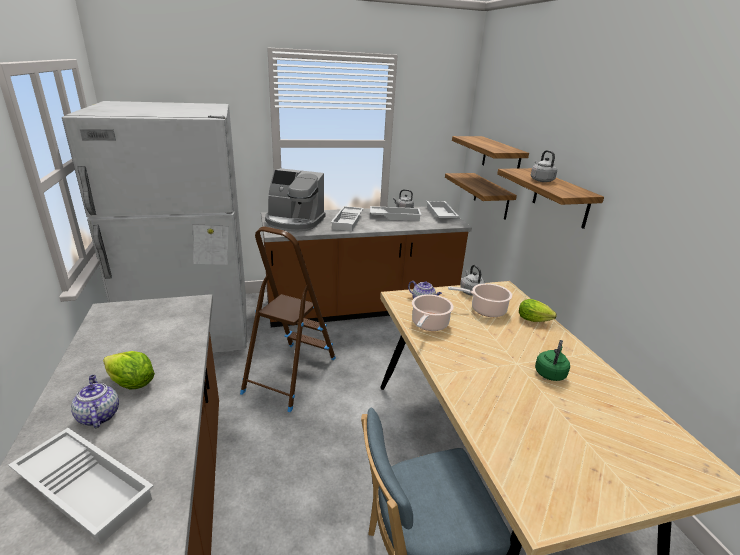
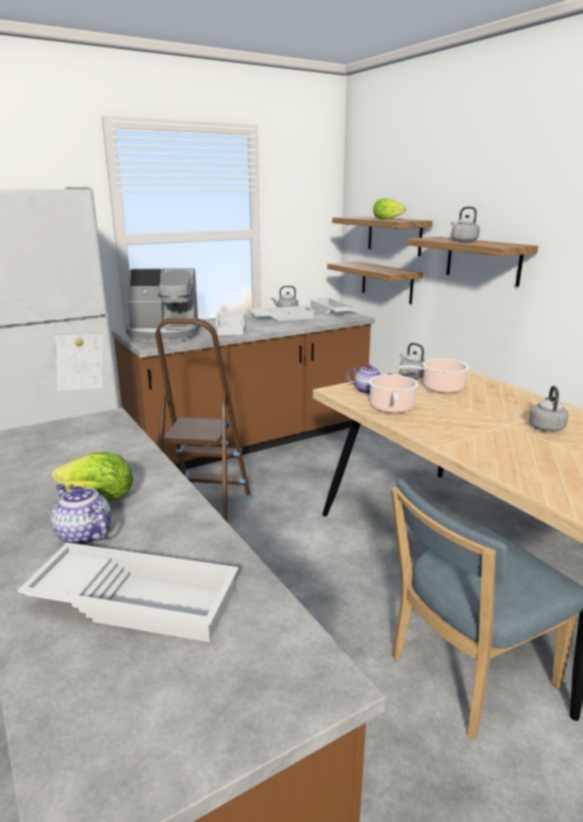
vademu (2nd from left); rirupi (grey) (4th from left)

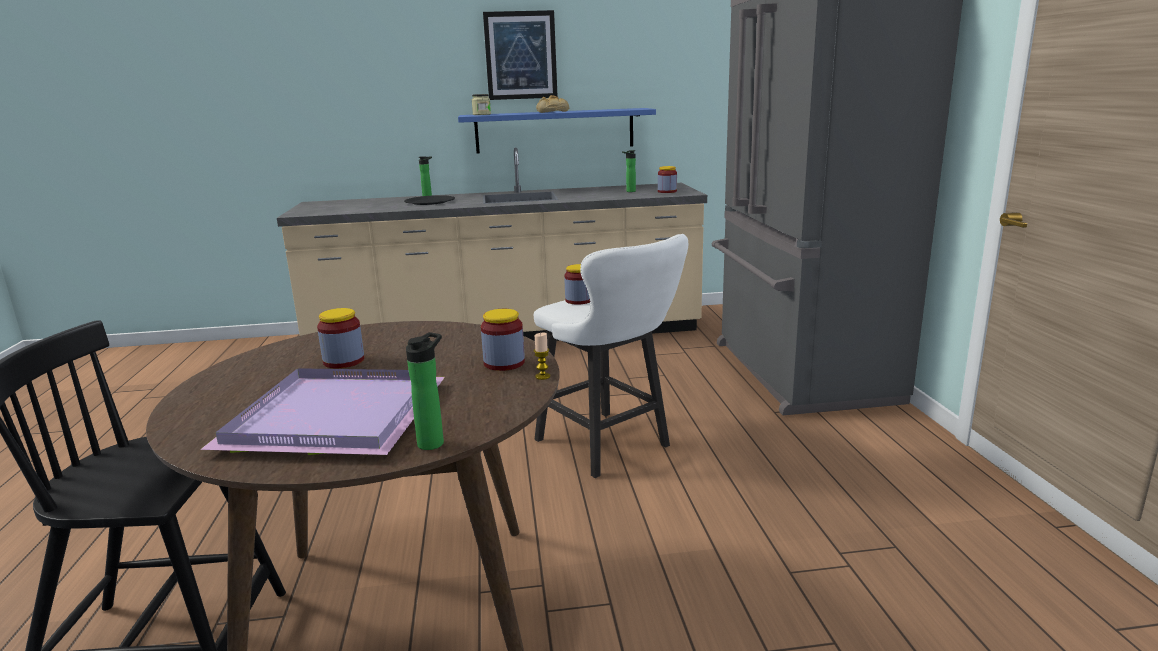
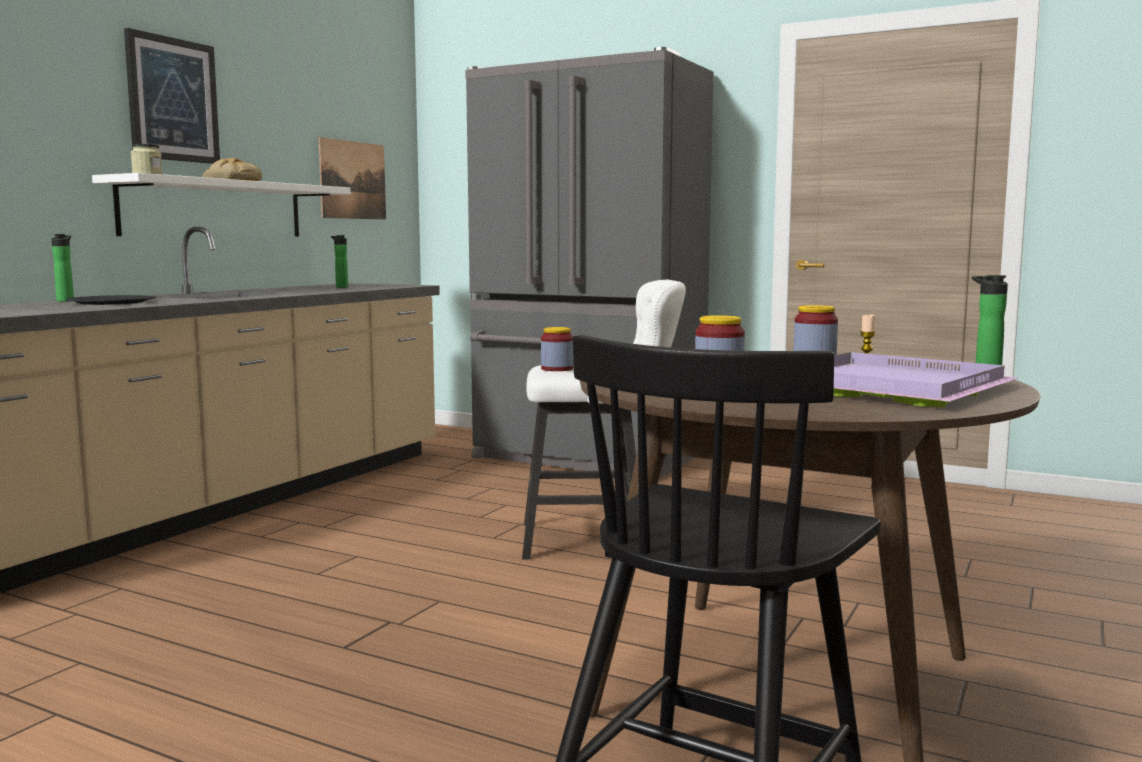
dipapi (5th from left in the first image); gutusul (2nd from left); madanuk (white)

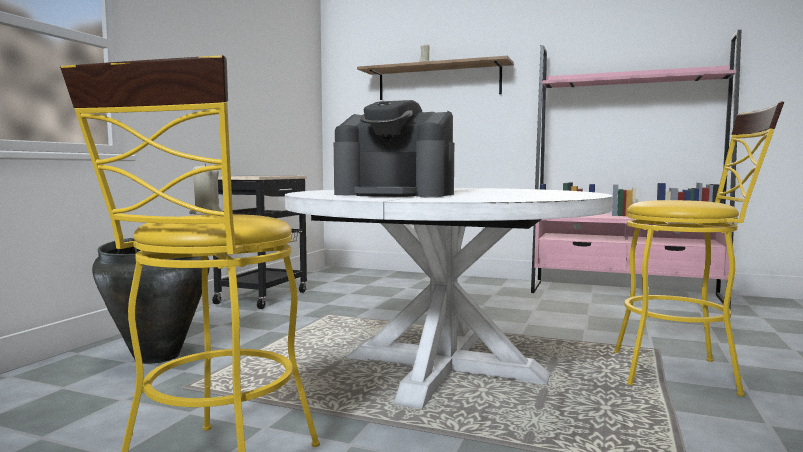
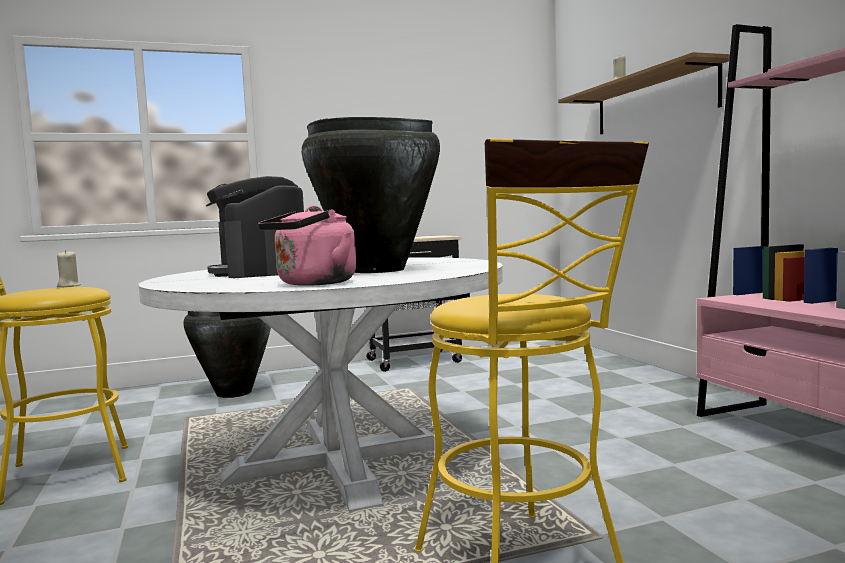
rirupi (pink); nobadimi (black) (2nd from left)

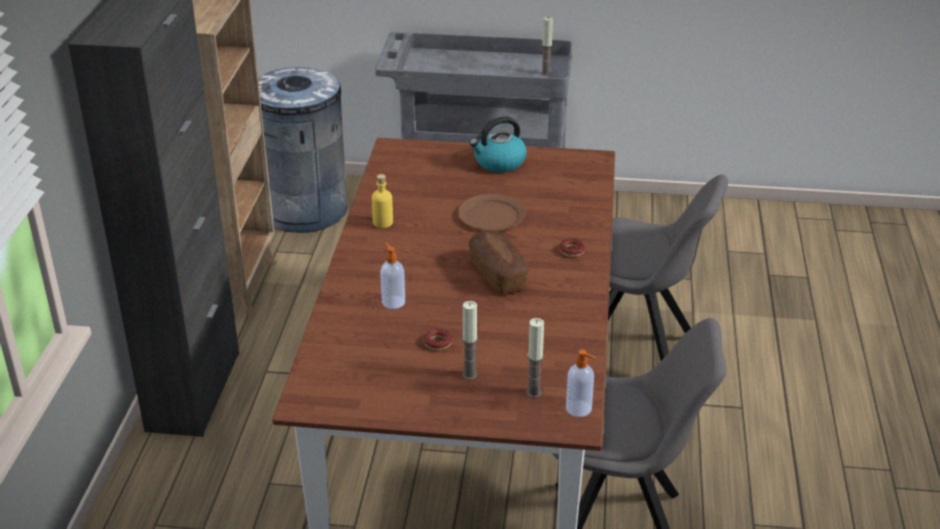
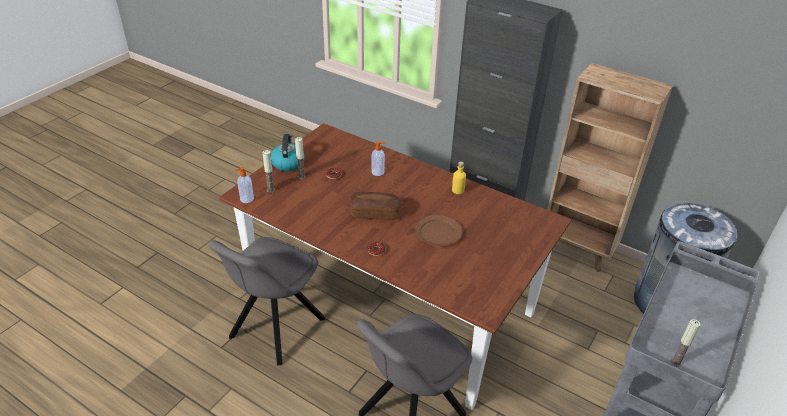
rirupi

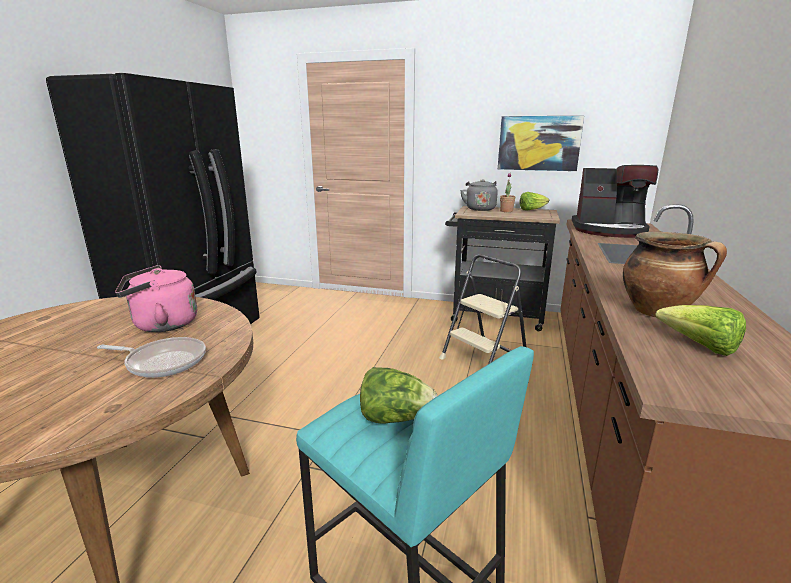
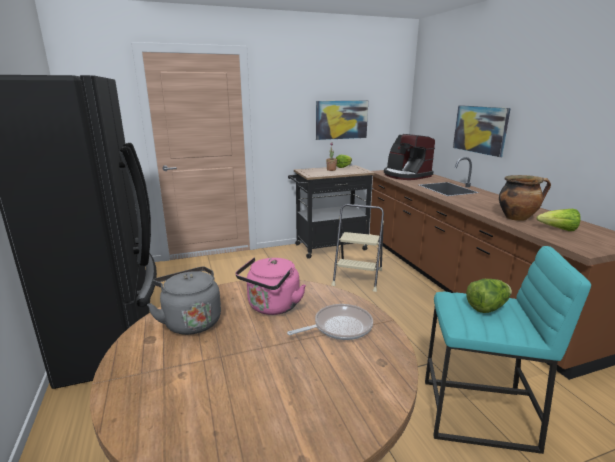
gutusul (2nd from left); rirupi (grey); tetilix

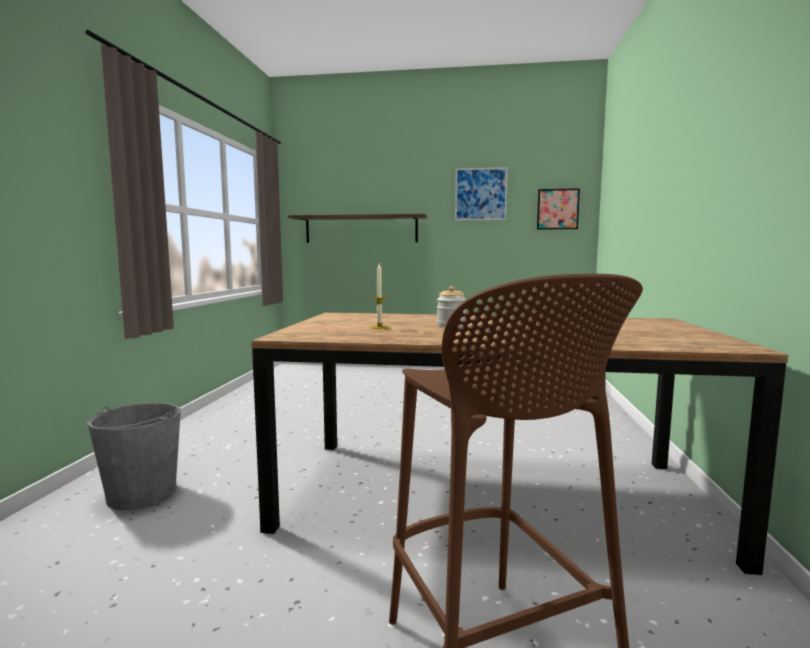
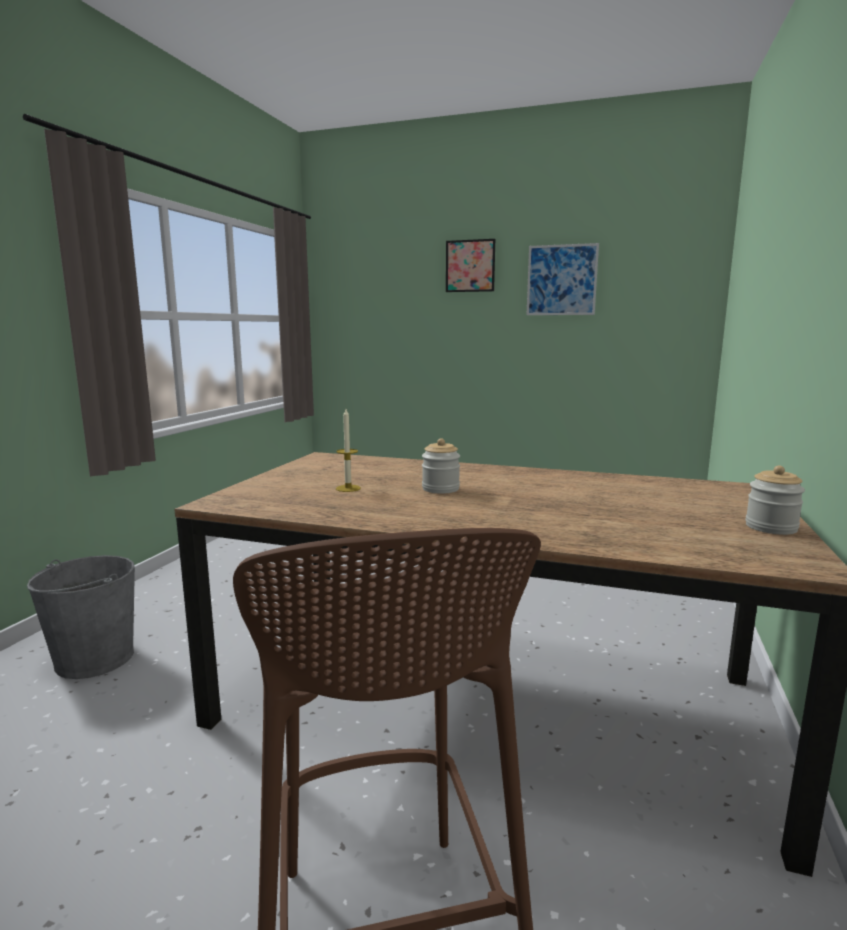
madanuk; dipapi (2nd from left); gutusul (1st from left)

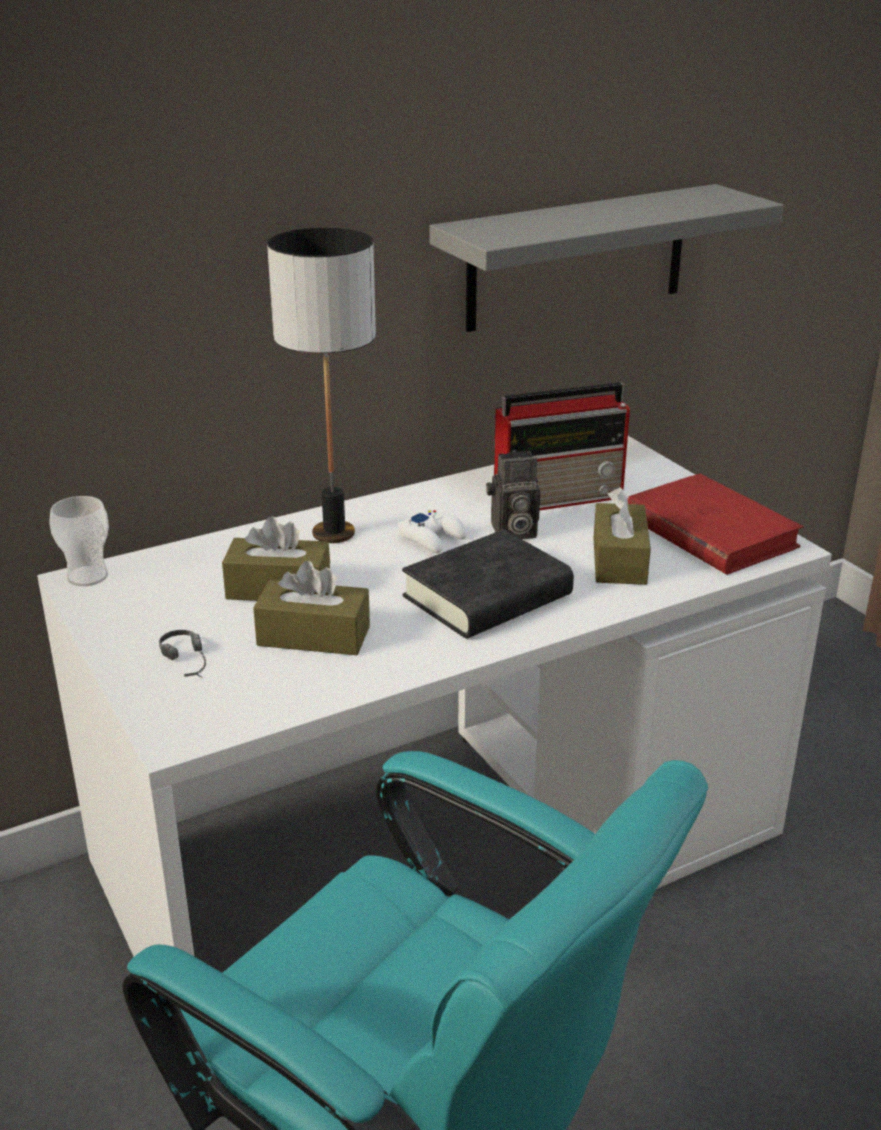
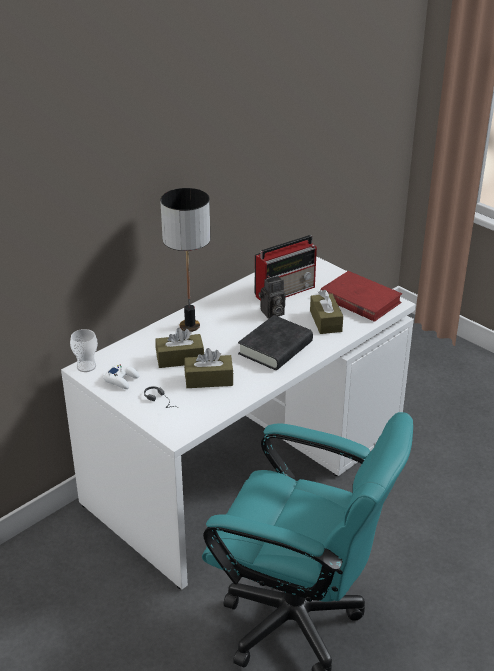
madanuk (grey); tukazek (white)

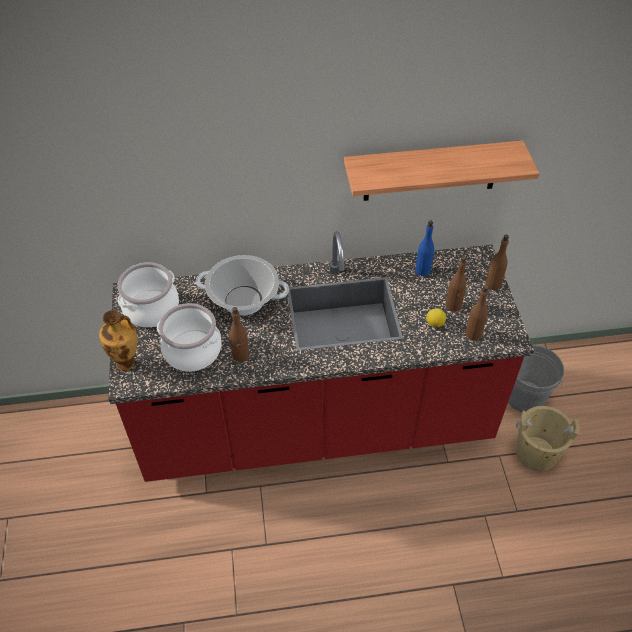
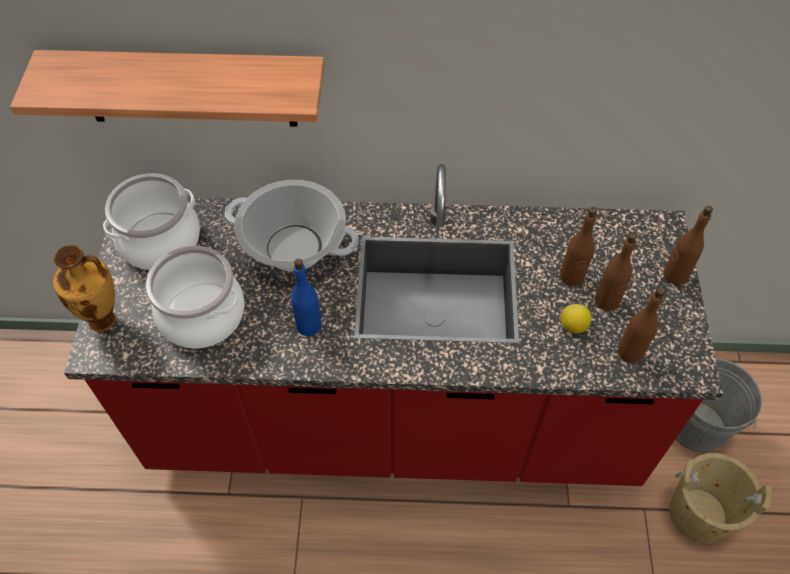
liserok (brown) (1st from left); madanuk; liserok (blue)

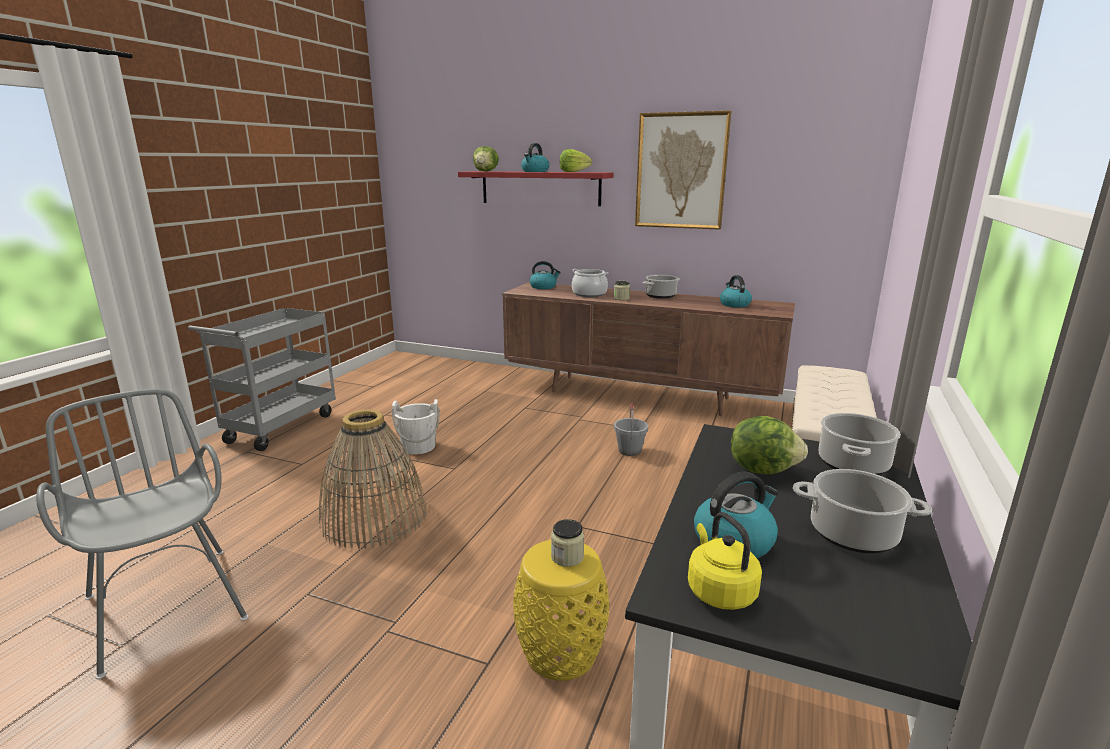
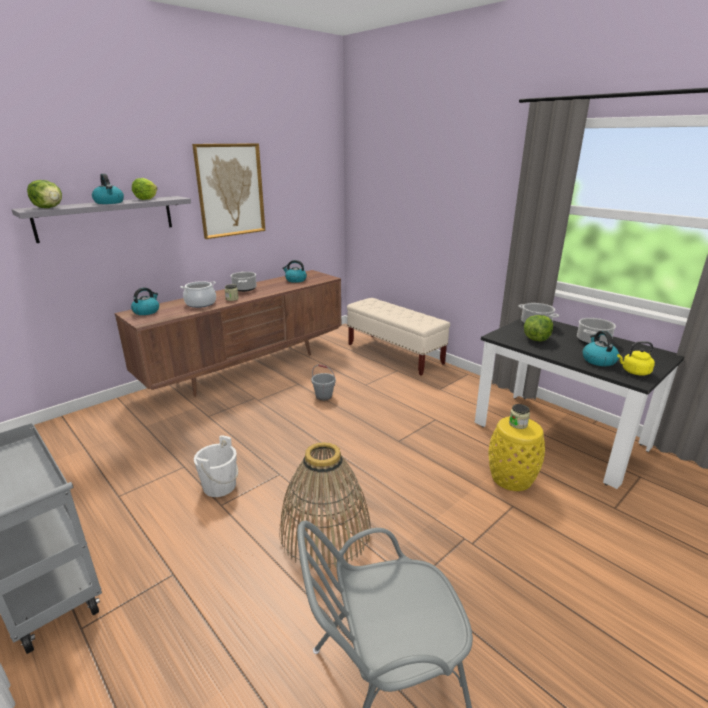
madanuk (grey)

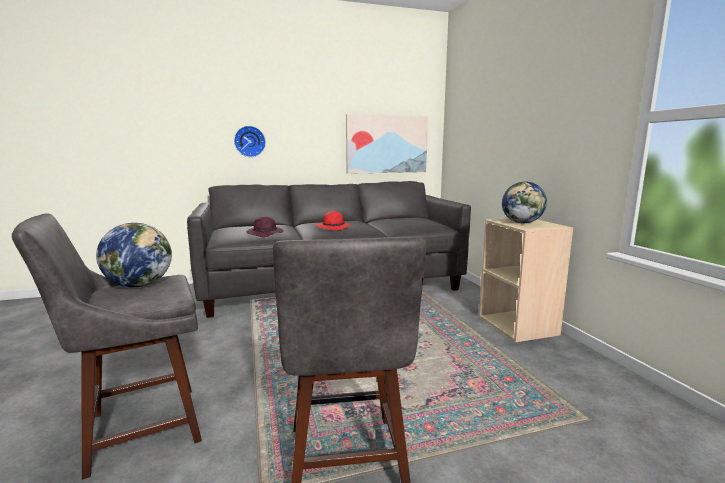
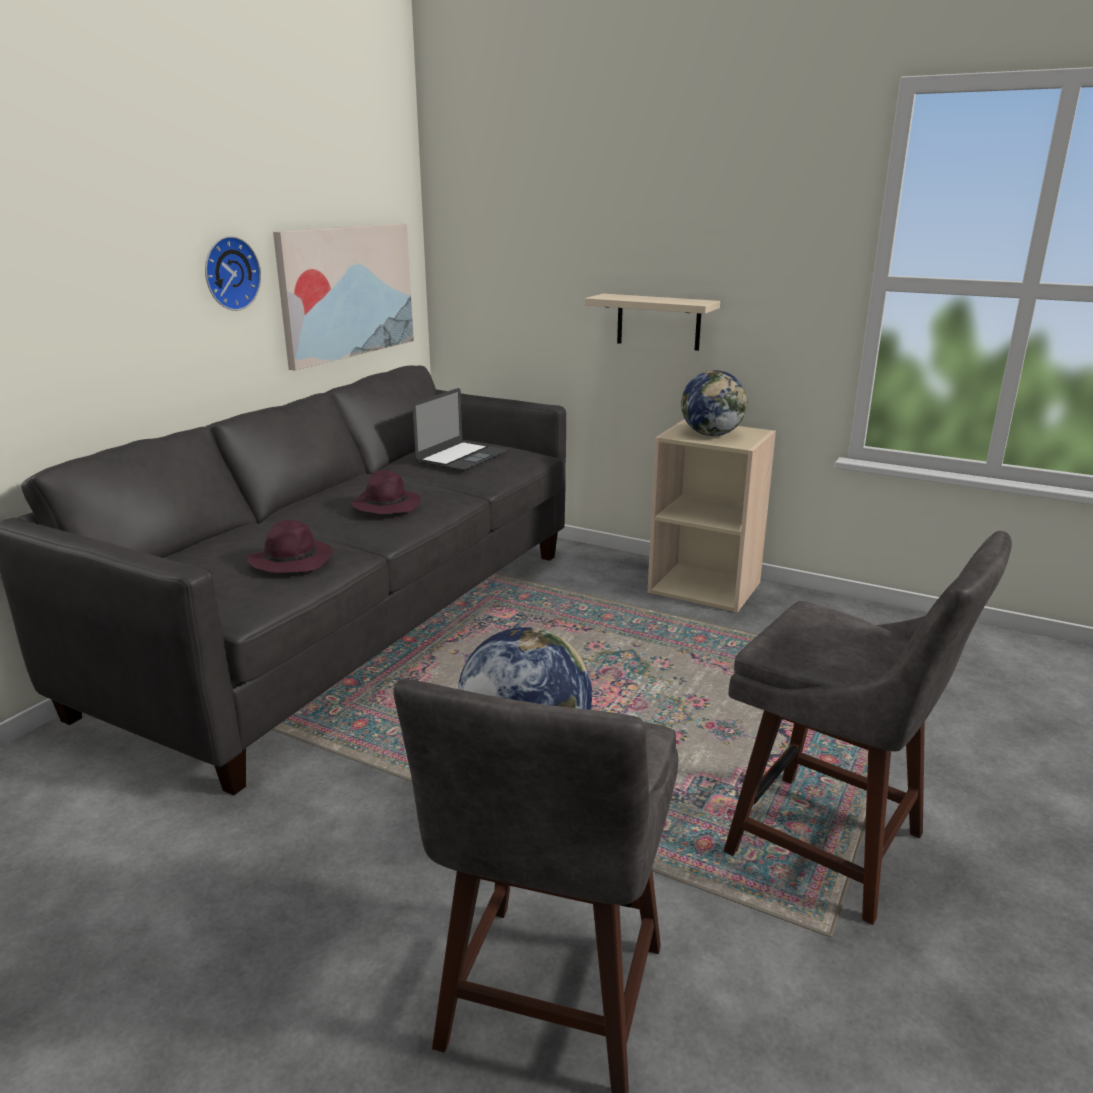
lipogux; madanuk (beige); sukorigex; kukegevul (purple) (2nd from left)

